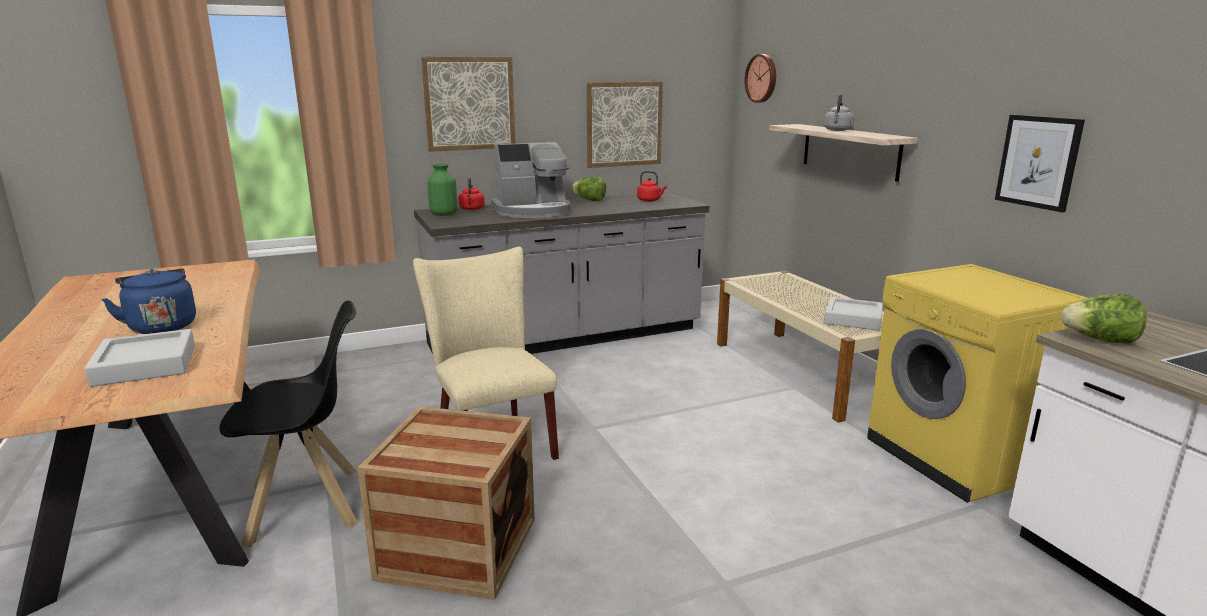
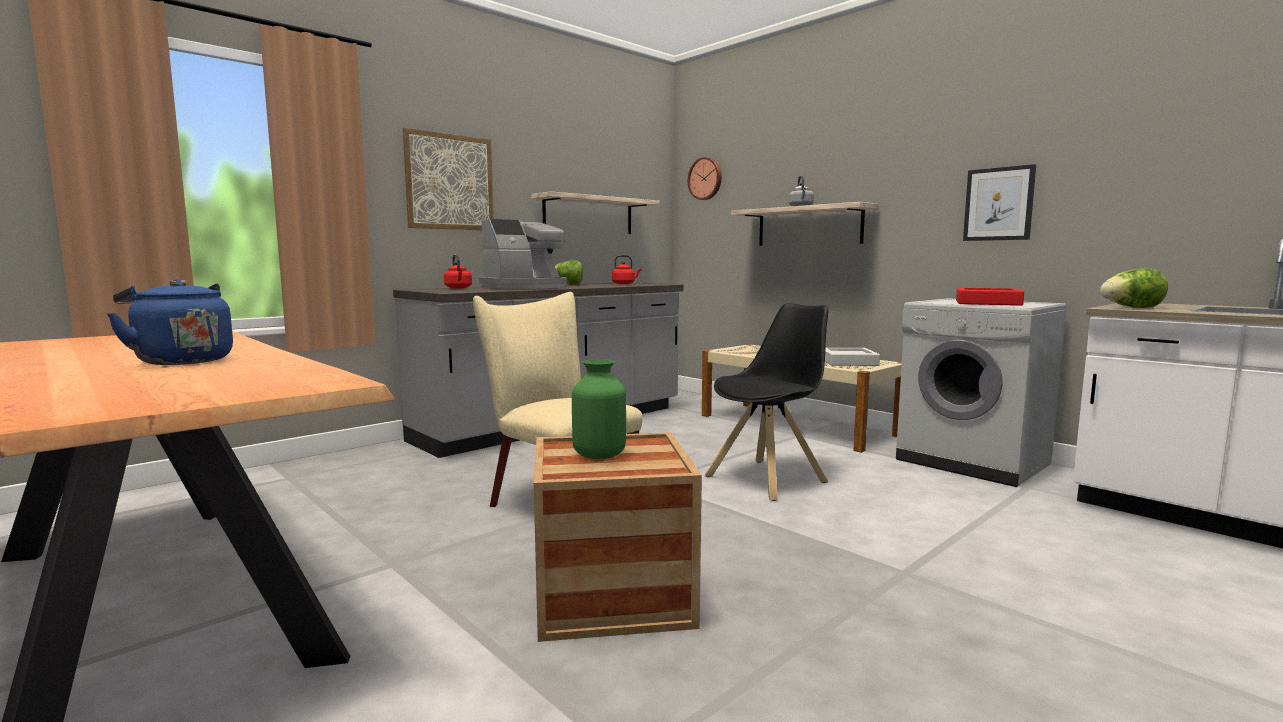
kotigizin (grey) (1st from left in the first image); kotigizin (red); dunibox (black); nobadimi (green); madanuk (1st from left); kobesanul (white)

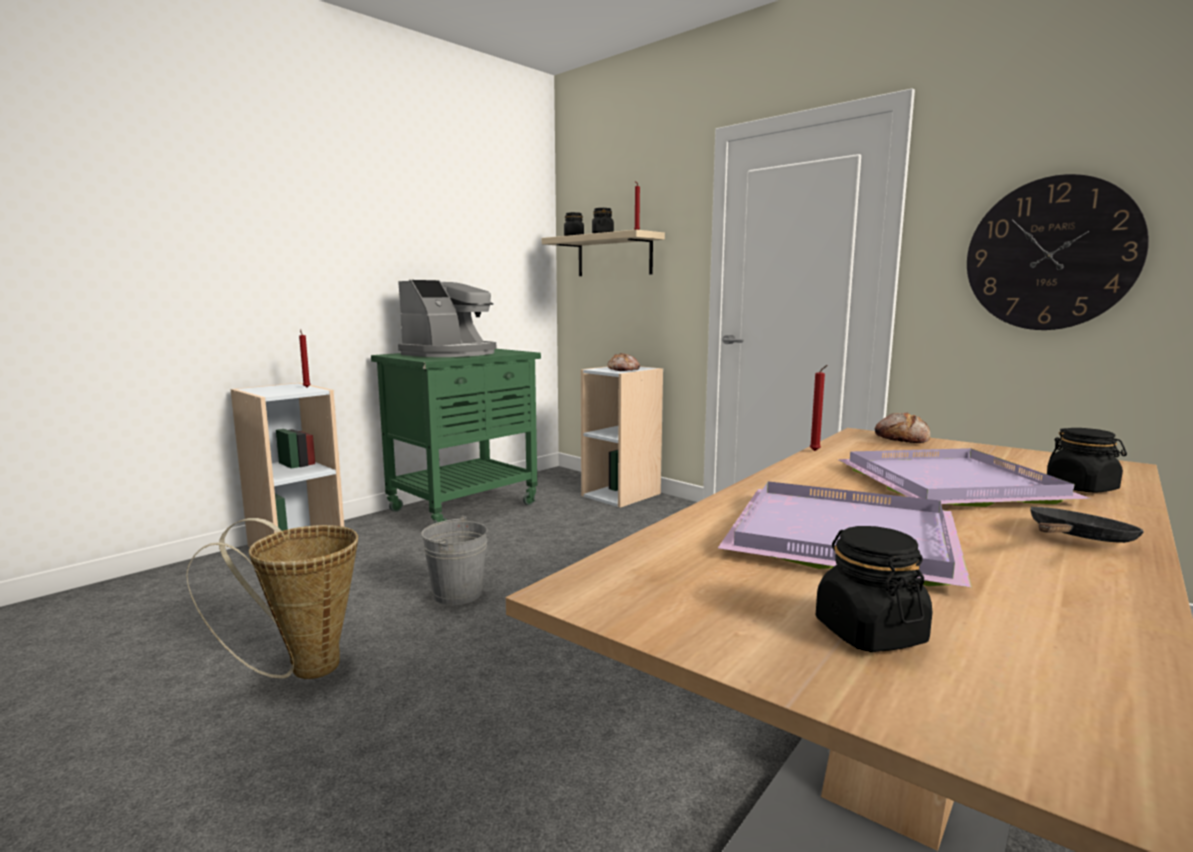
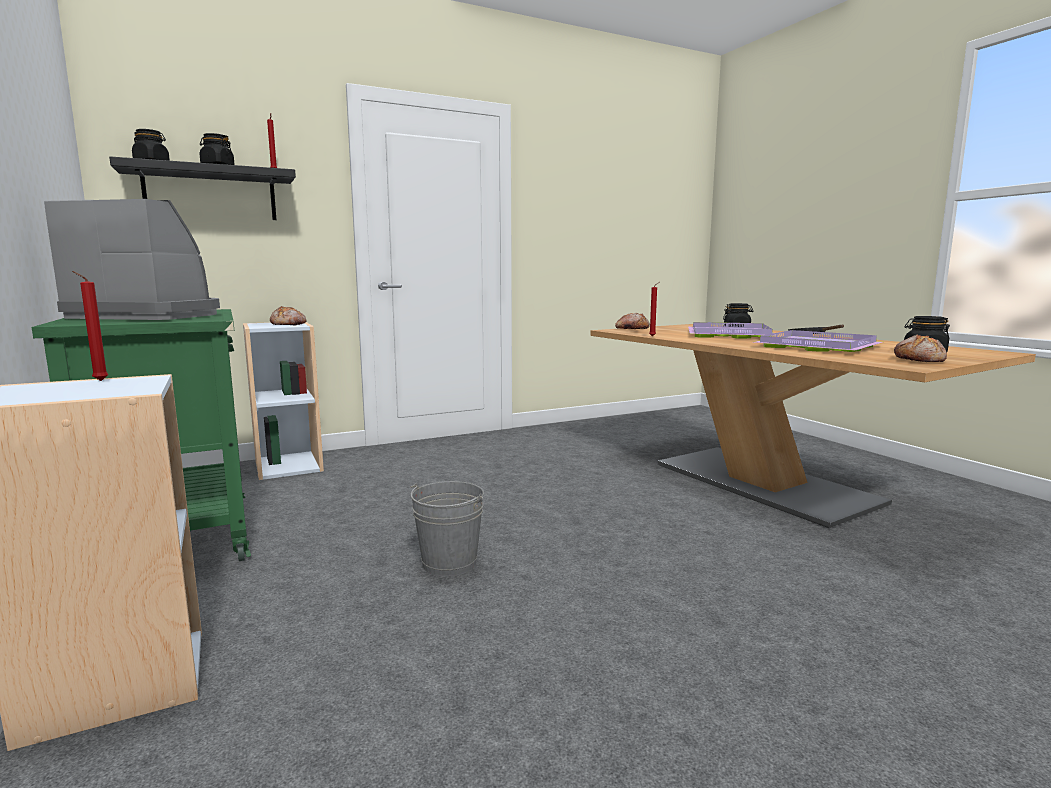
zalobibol; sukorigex; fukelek (3rd from left); madanuk (black); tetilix

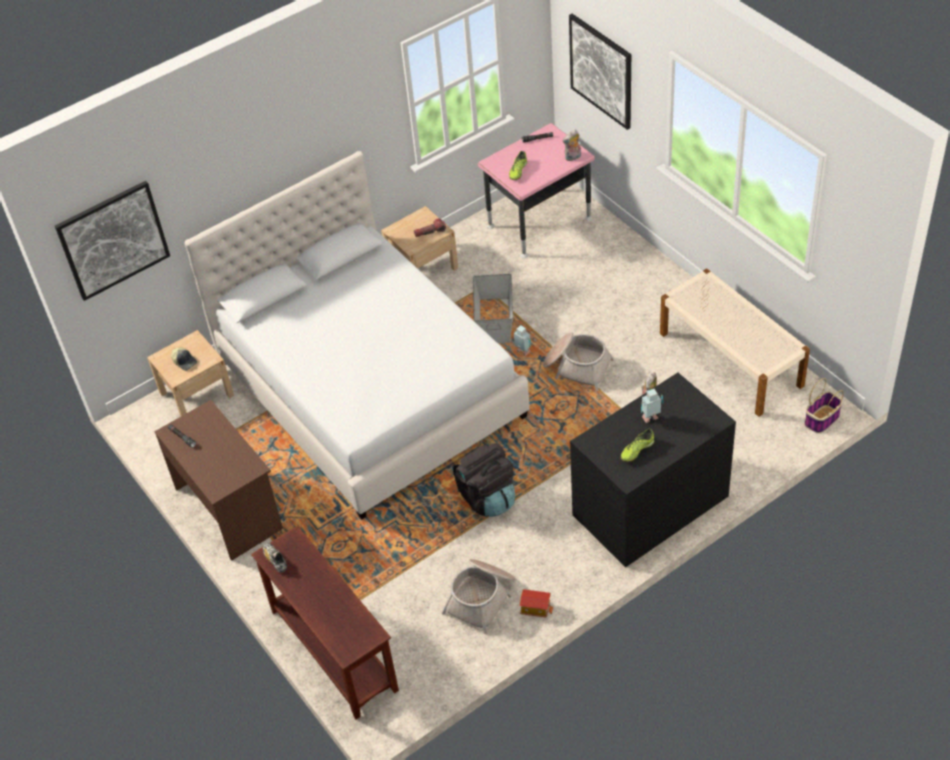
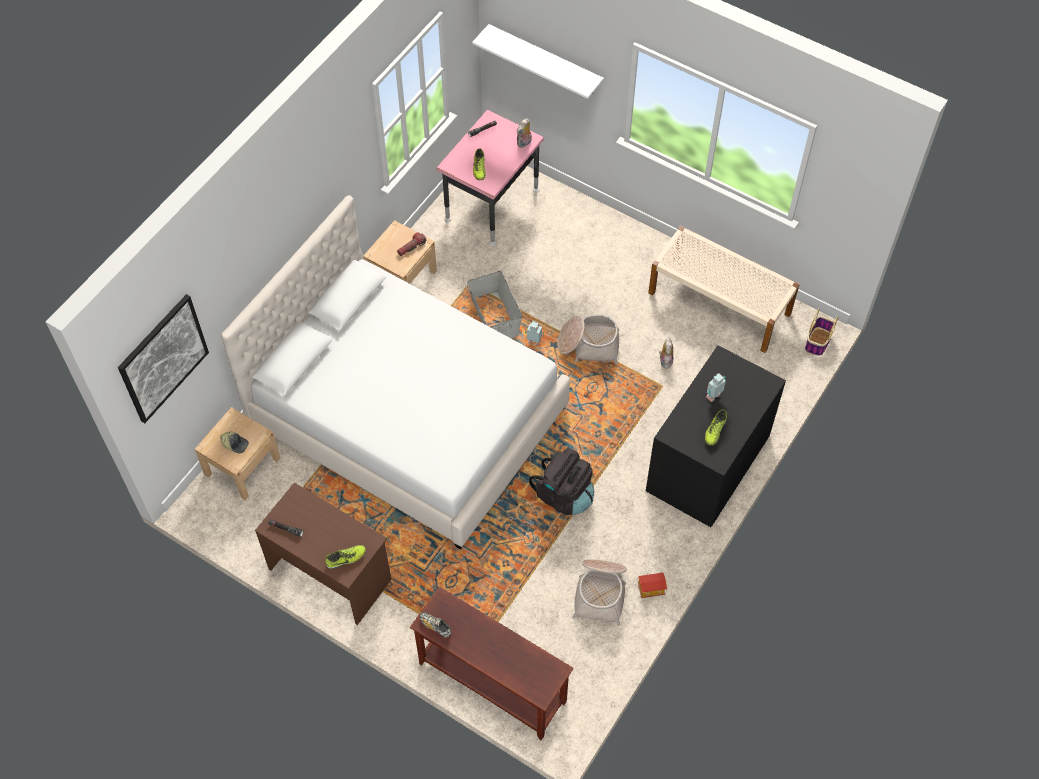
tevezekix (1st from left); madanuk (white)

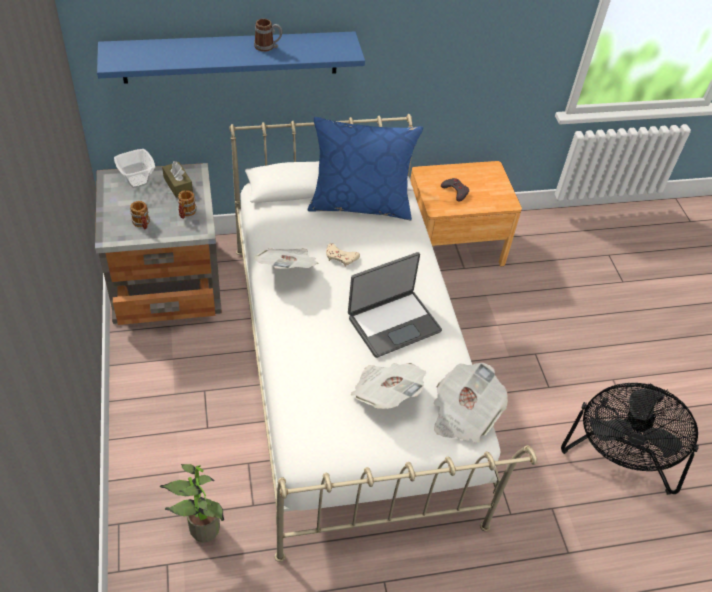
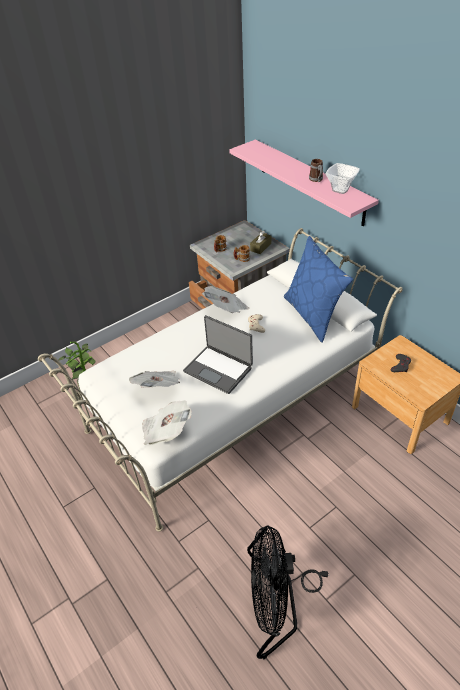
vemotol; madanuk (pink)

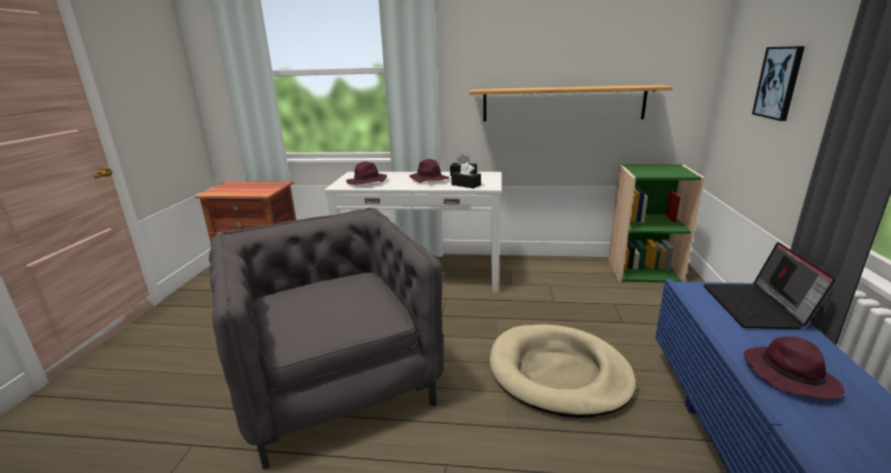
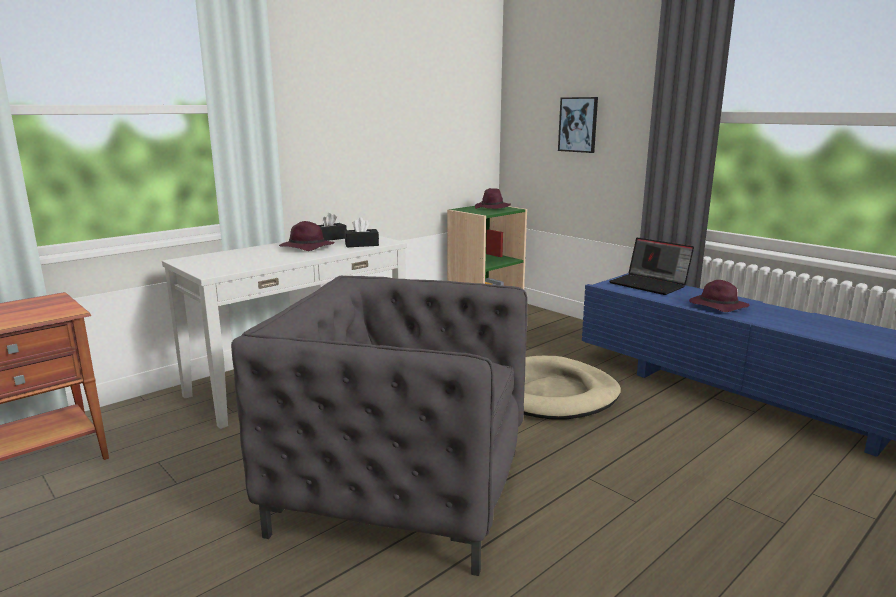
madanuk; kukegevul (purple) (2nd from left)

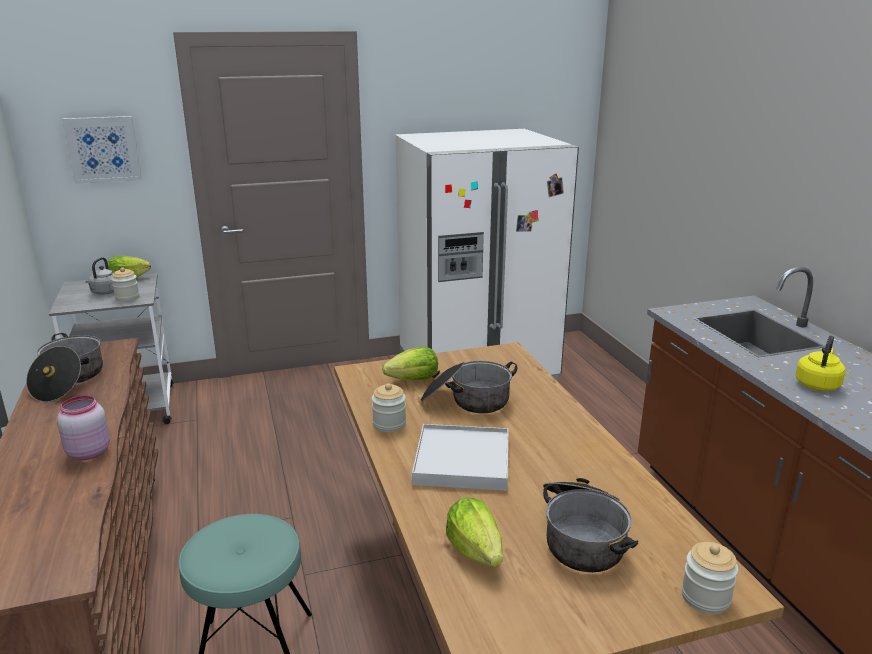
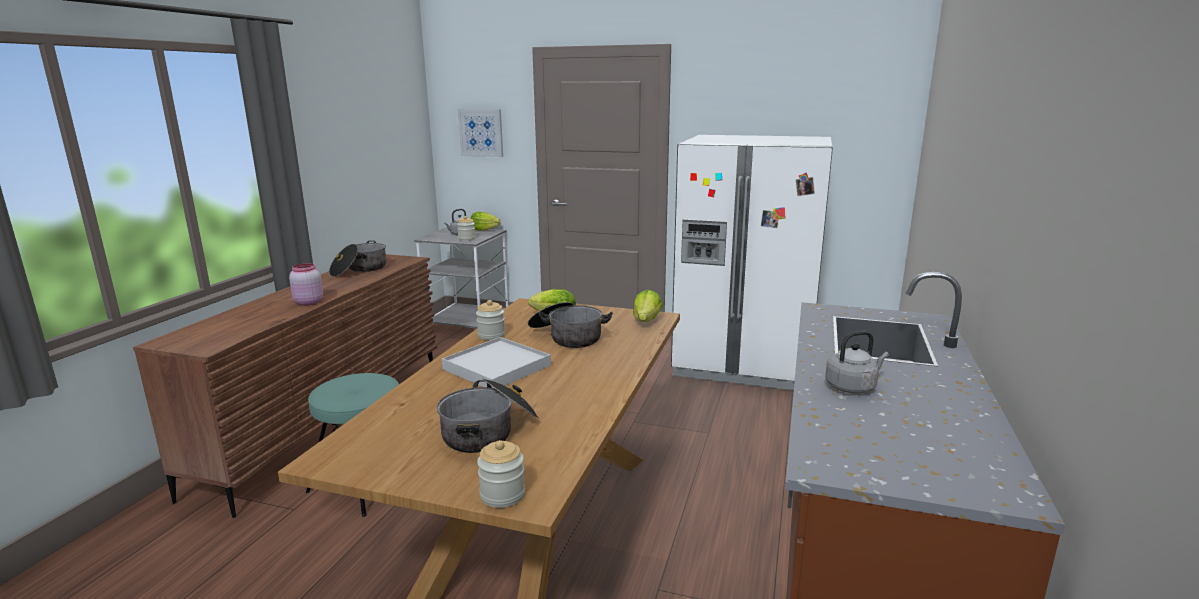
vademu (3rd from left); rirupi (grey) (2nd from left)

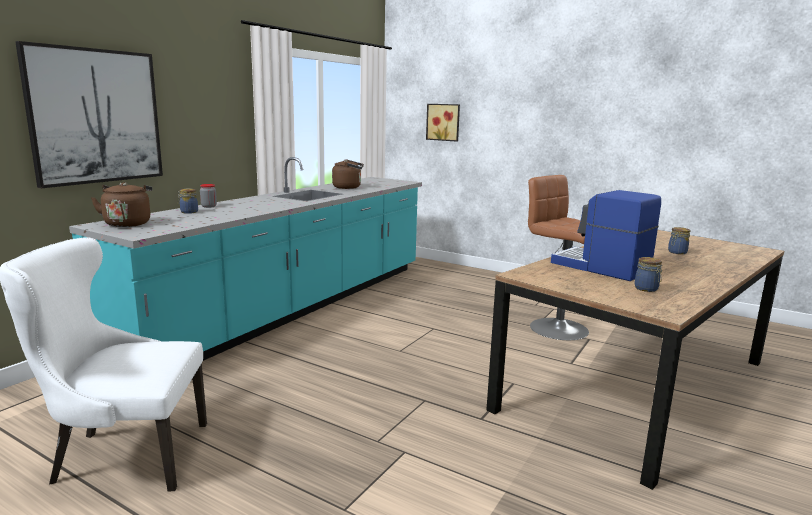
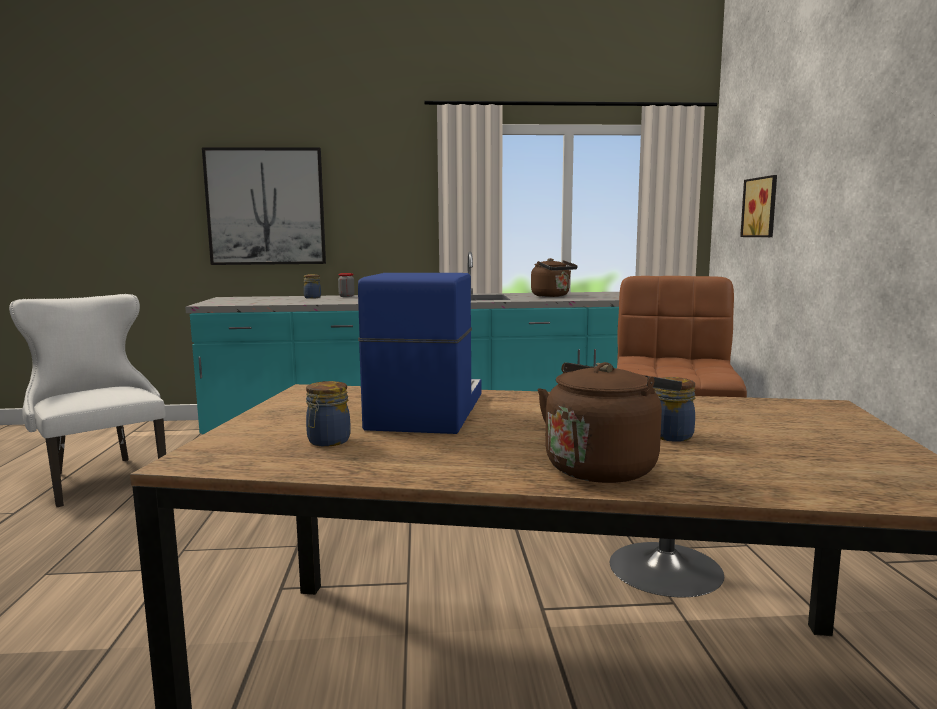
rirupi (brown) (2nd from left)

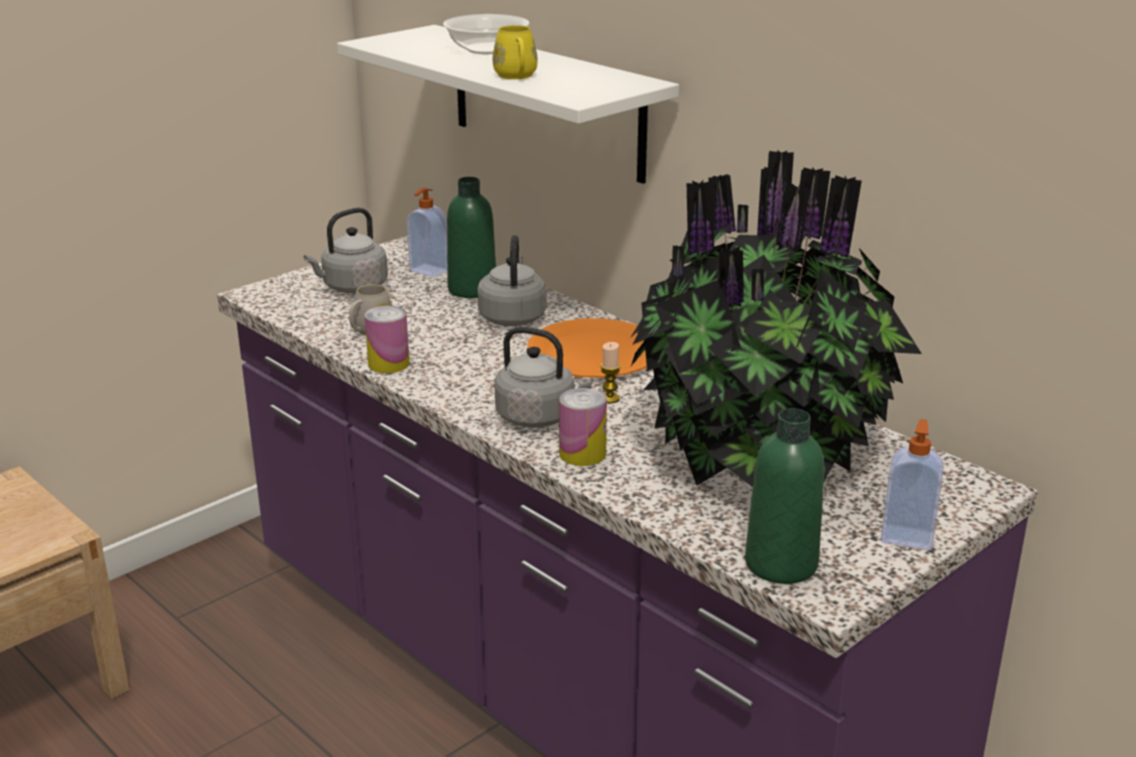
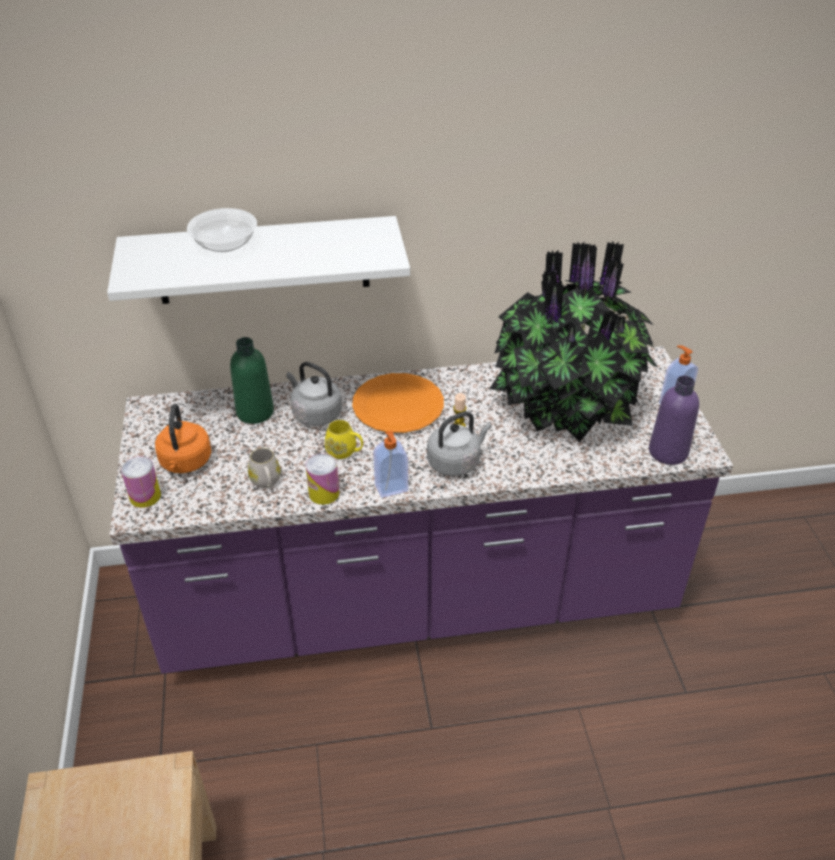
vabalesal (1st from left); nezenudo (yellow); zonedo (1st from left); rirupi (orange); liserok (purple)

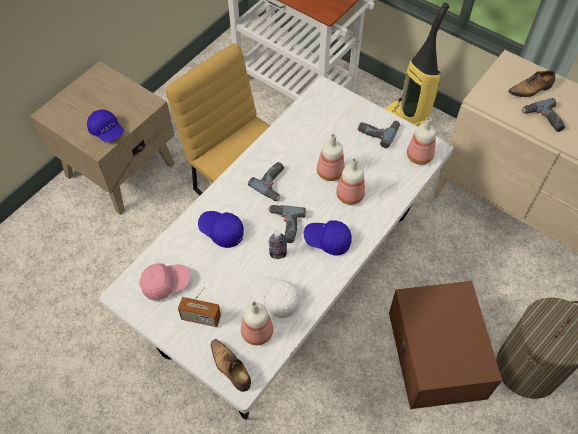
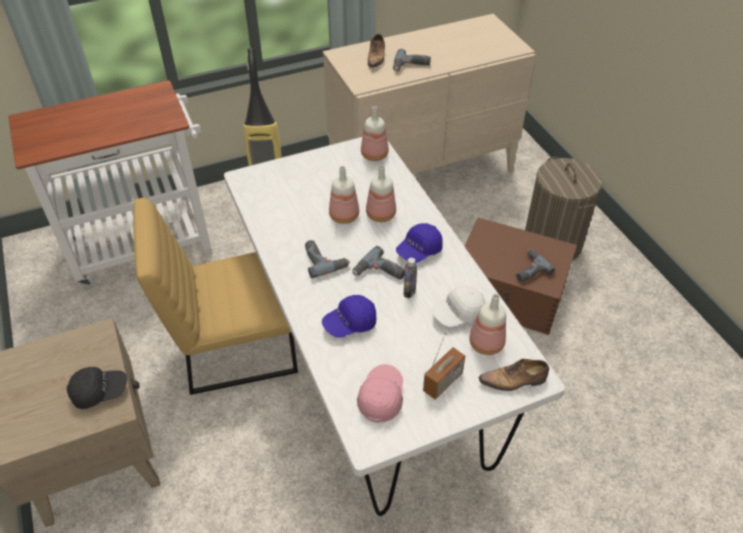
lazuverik (4th from left); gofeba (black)

